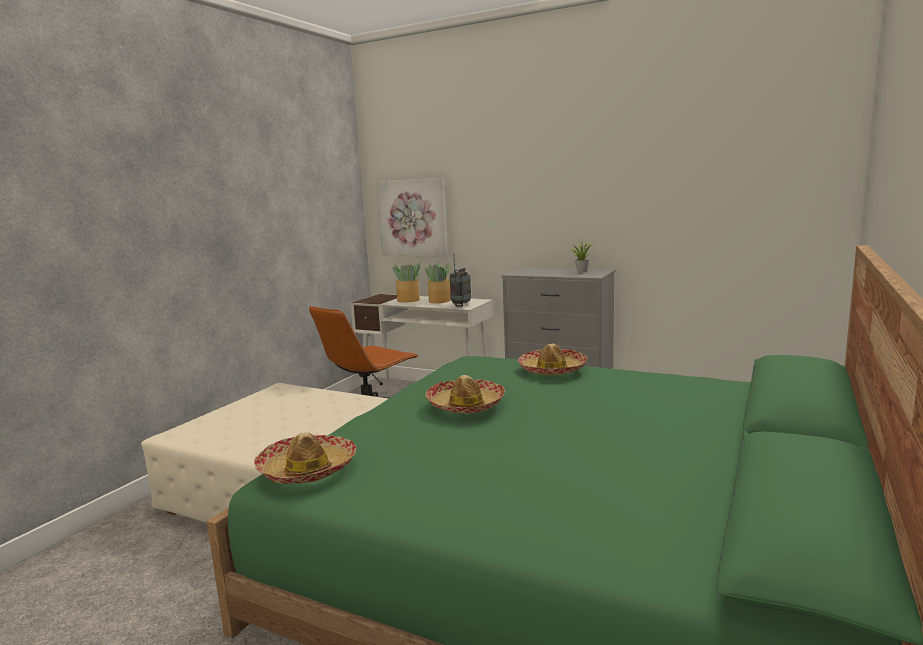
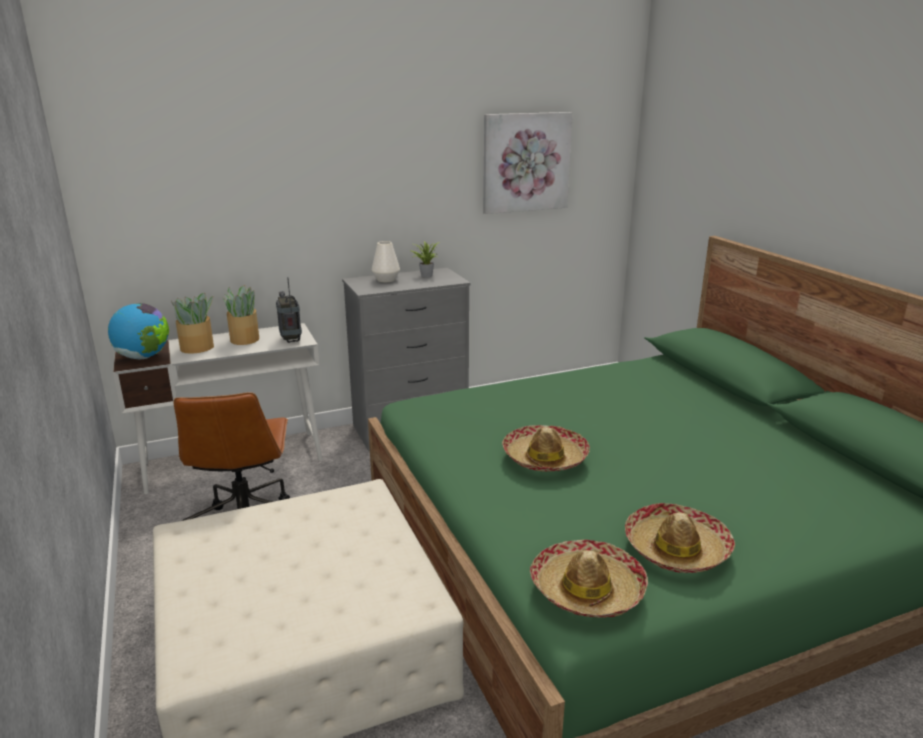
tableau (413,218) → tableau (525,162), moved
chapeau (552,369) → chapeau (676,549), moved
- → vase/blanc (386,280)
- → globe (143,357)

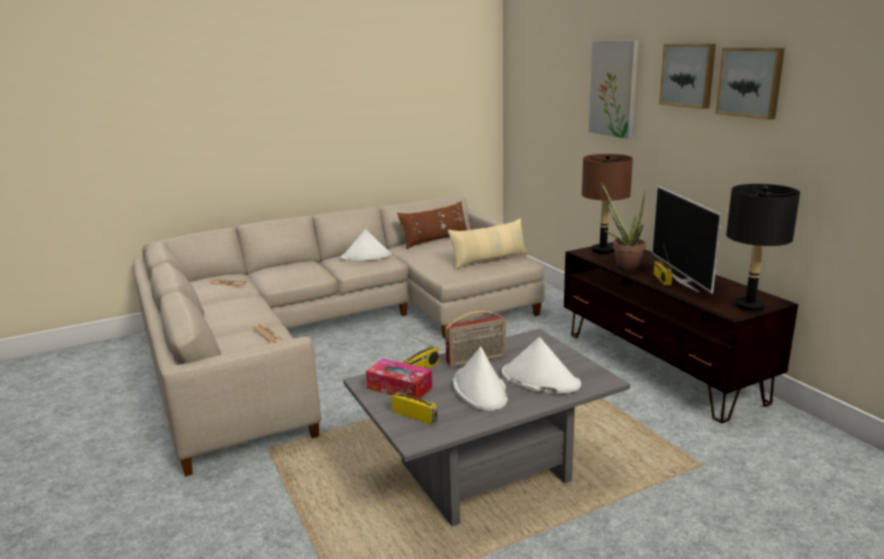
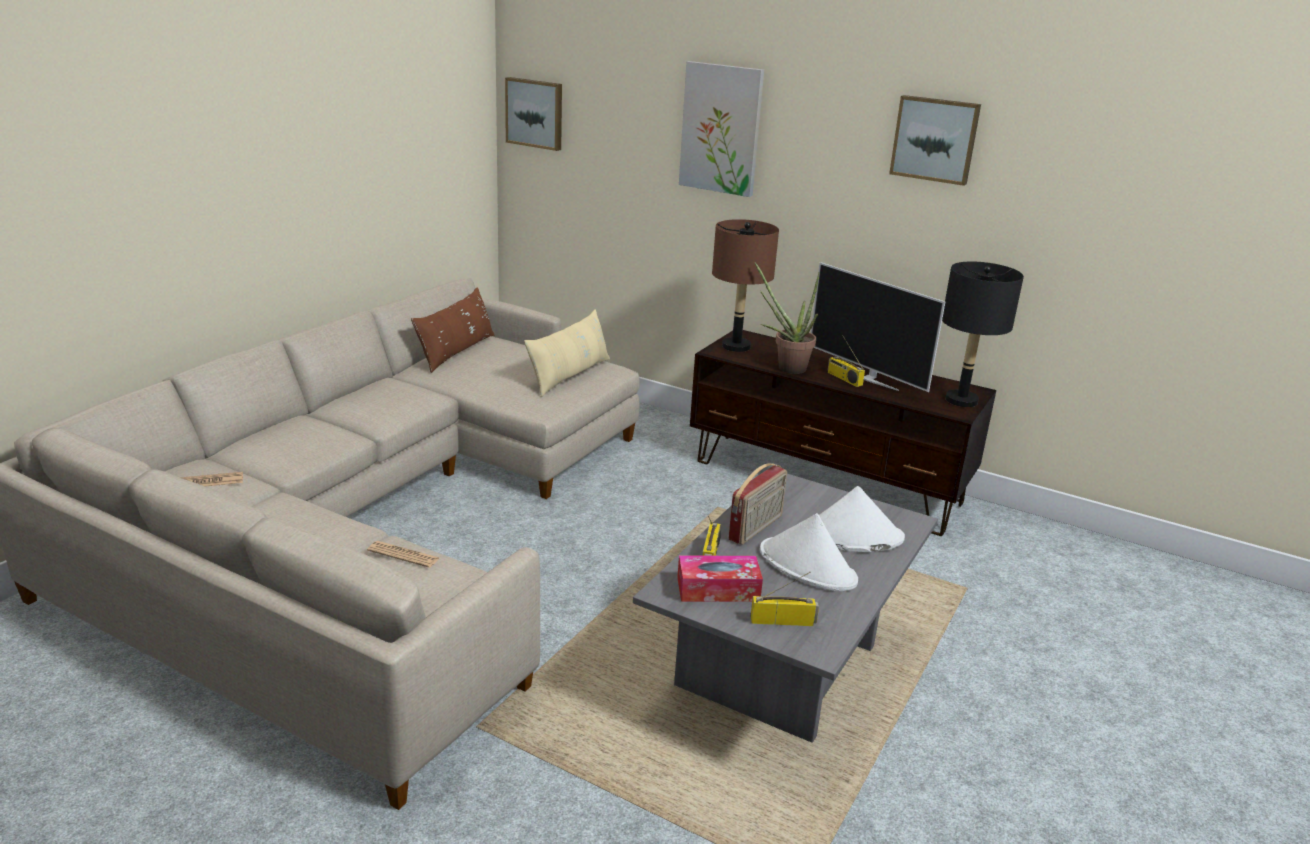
tableau (688,75) → tableau (535,113), moved
chapeau/blanc (366,256) → -

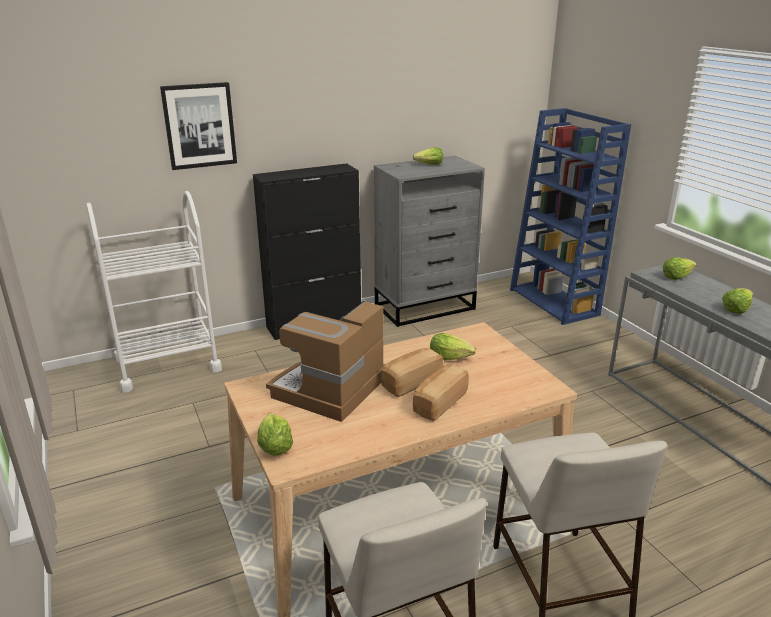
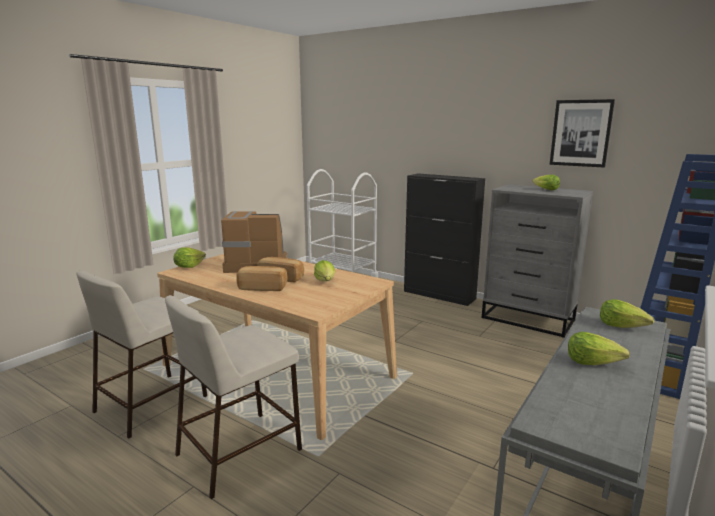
tableau (199,126) → tableau (581,133), moved

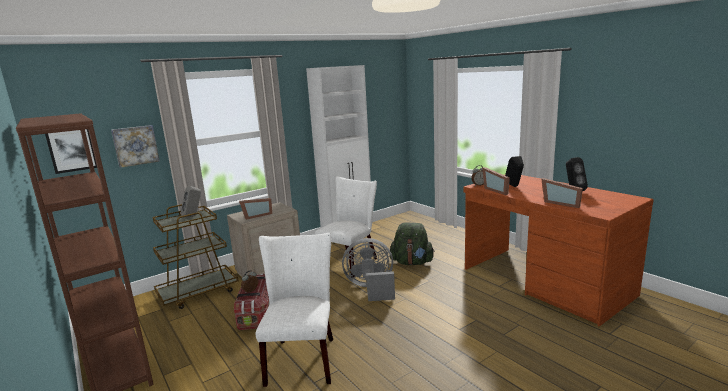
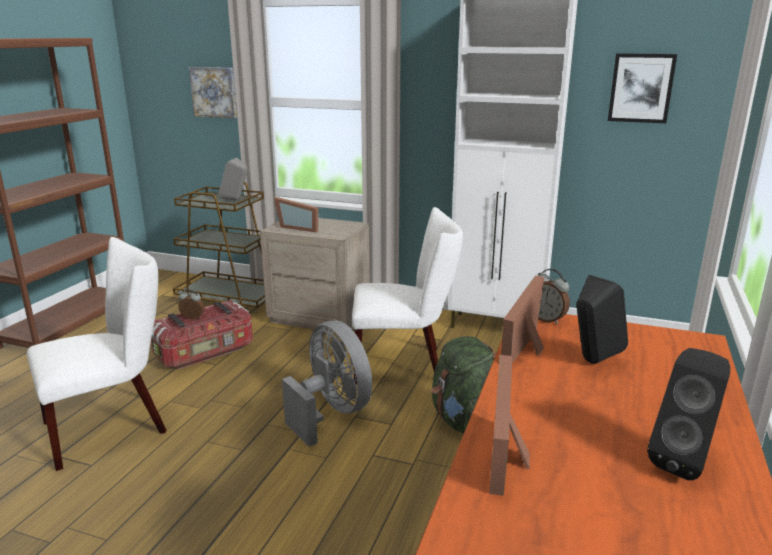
tableau (72,149) → tableau (641,88), moved

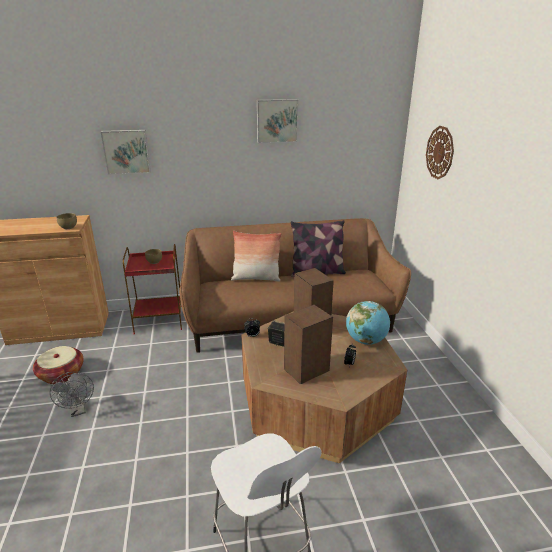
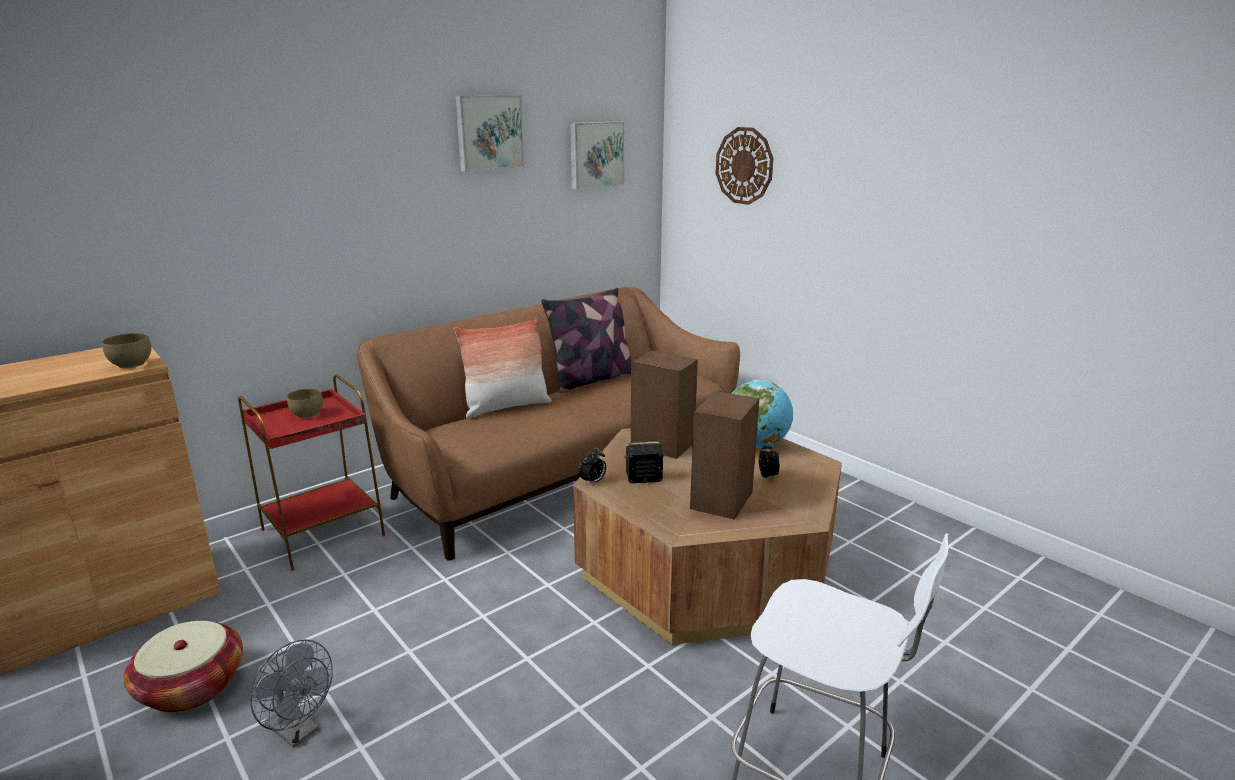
tableau (126,151) → tableau (595,154), moved

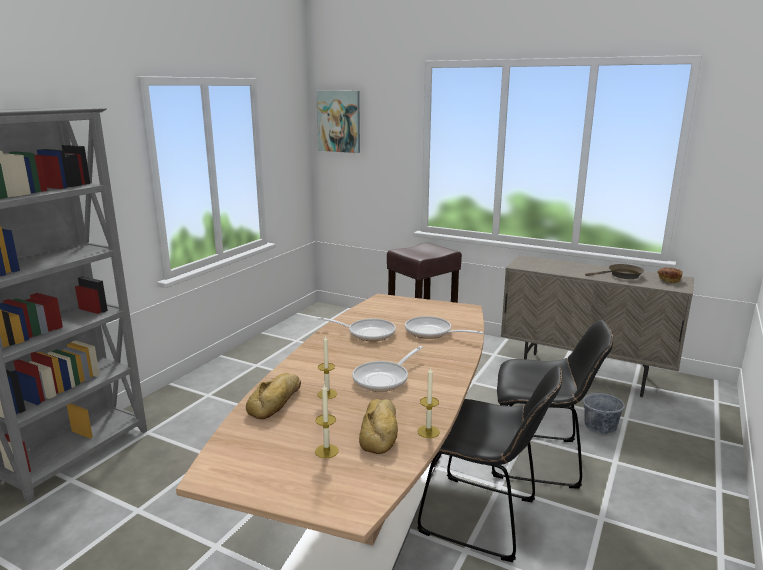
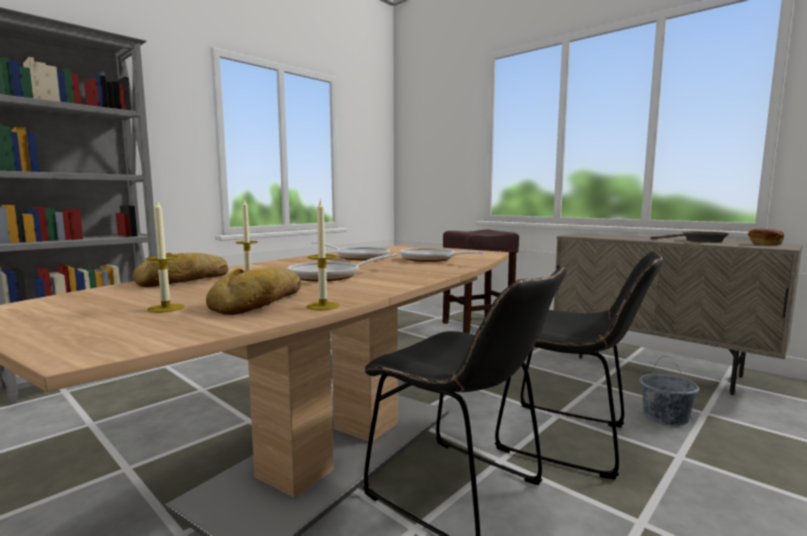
tableau (339,121) → -

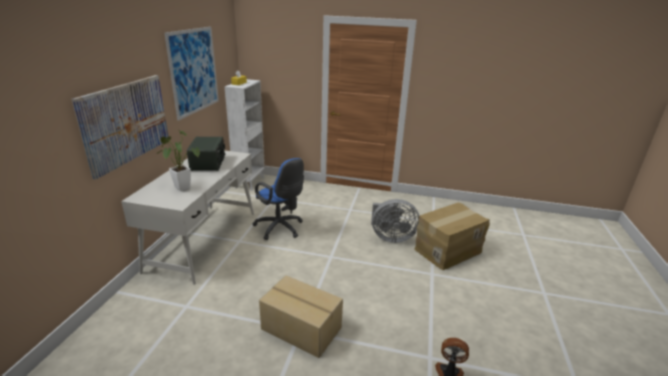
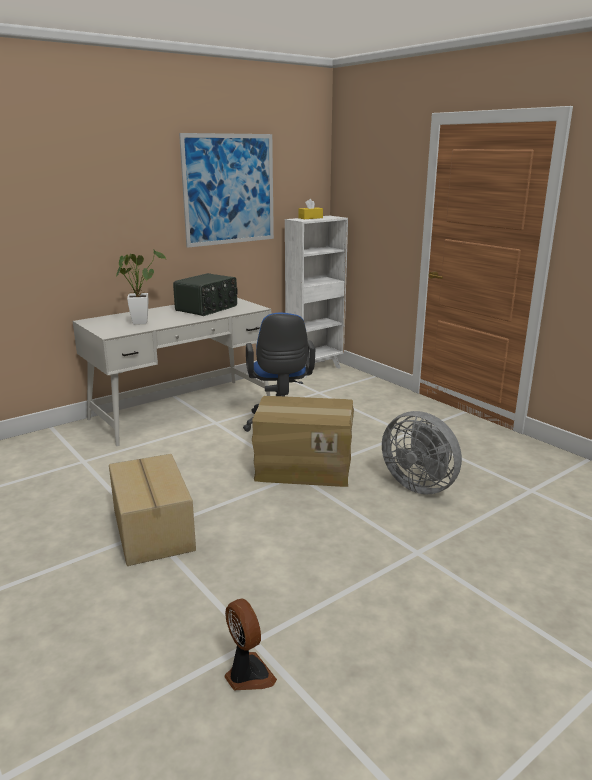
tableau (126,122) → -
carton (447,250) → carton (304,467), moved

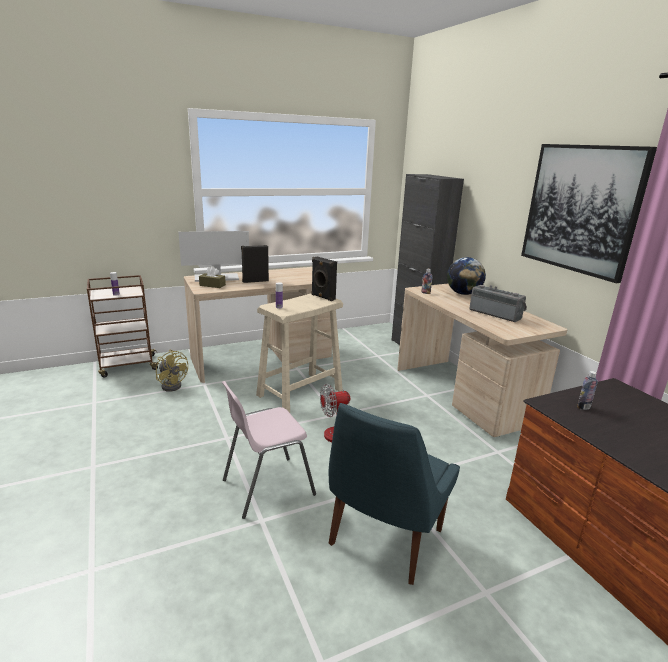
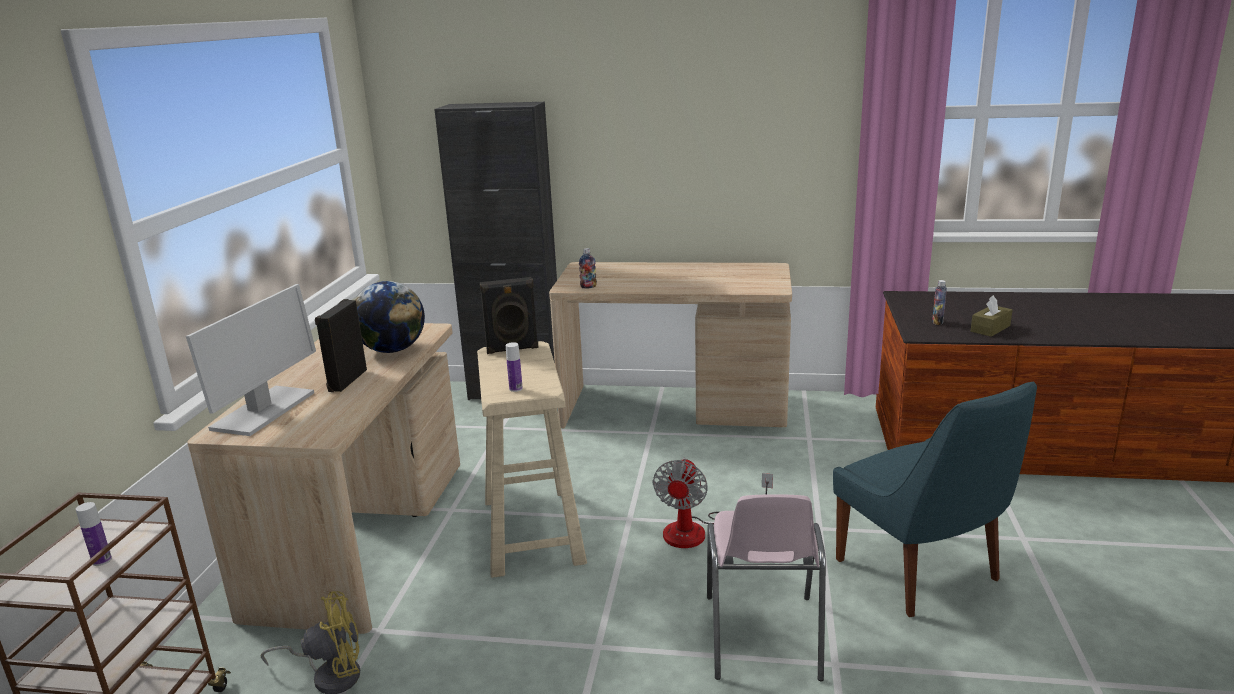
tableau (581,209) → -
globe (463,293) → globe (392,350), moved
boîte à mouchoirs/marron (212,285) → boîte à mouchoirs/marron (990,328), moved
radio (496,314) → -

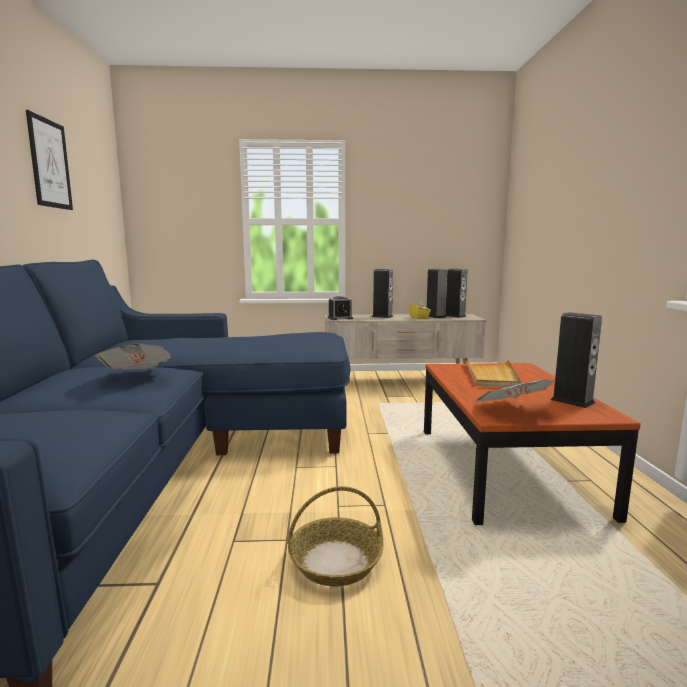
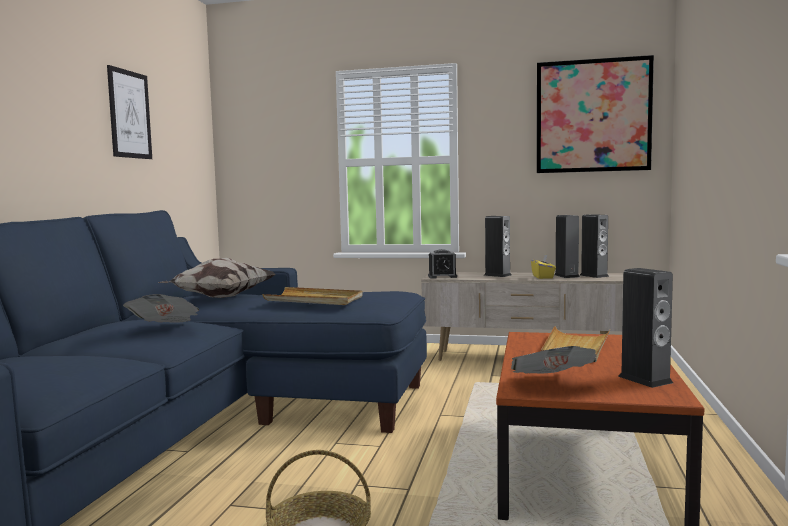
- → tableau (593,116)
- → coussin (219,297)
- → plateau/beige (314,300)

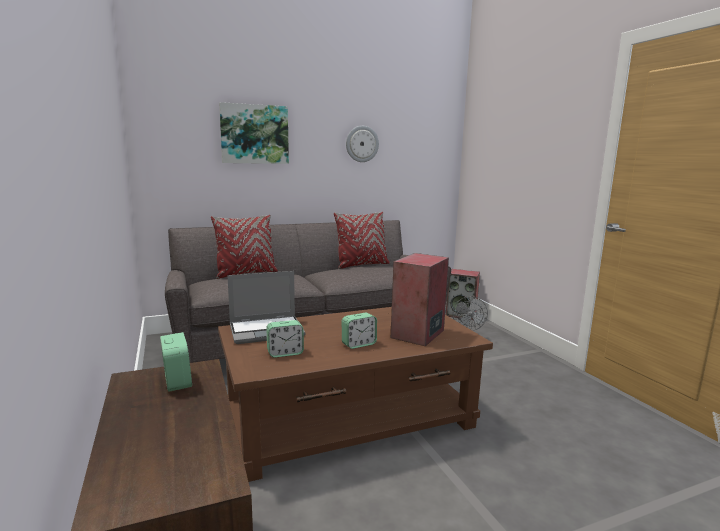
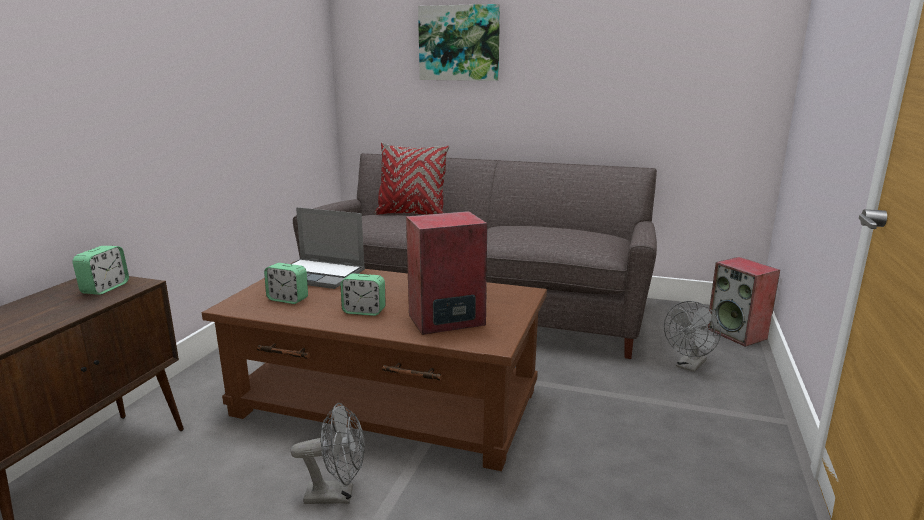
horloge murale (362,144) → -
coussin/rouge (361,265) → -
- → ventilateur/gris (337,495)

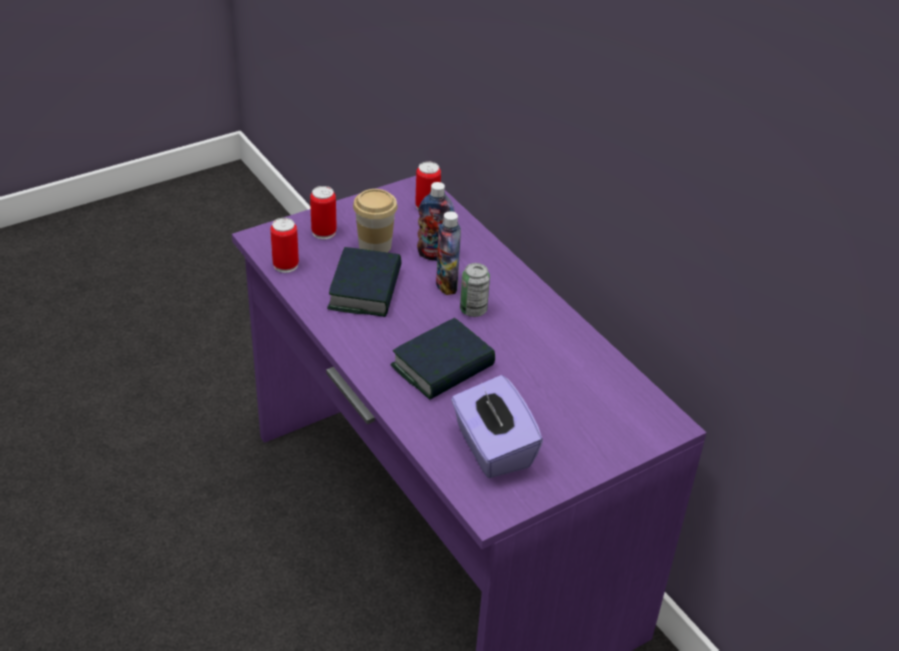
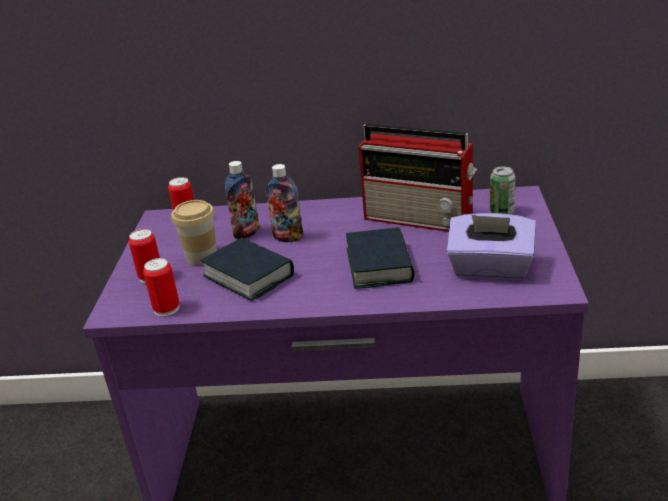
boîte métallique (473,310) → boîte métallique (501,212), moved
- → radio (421,219)

